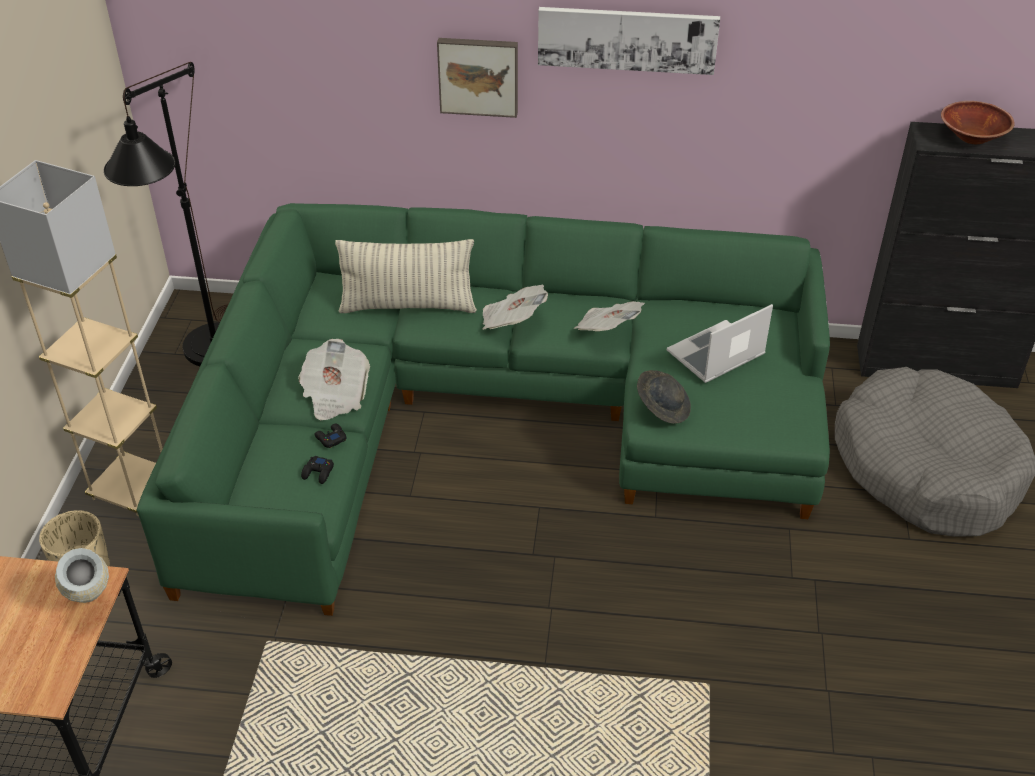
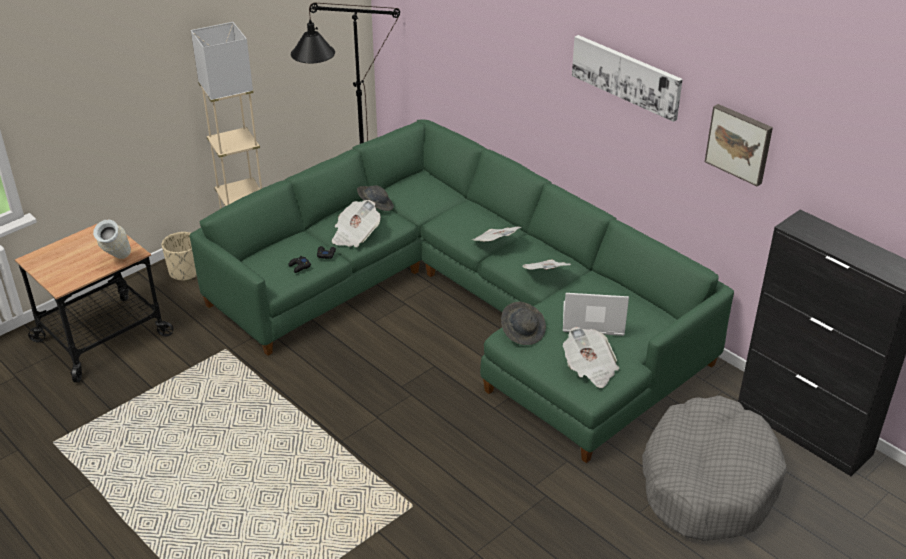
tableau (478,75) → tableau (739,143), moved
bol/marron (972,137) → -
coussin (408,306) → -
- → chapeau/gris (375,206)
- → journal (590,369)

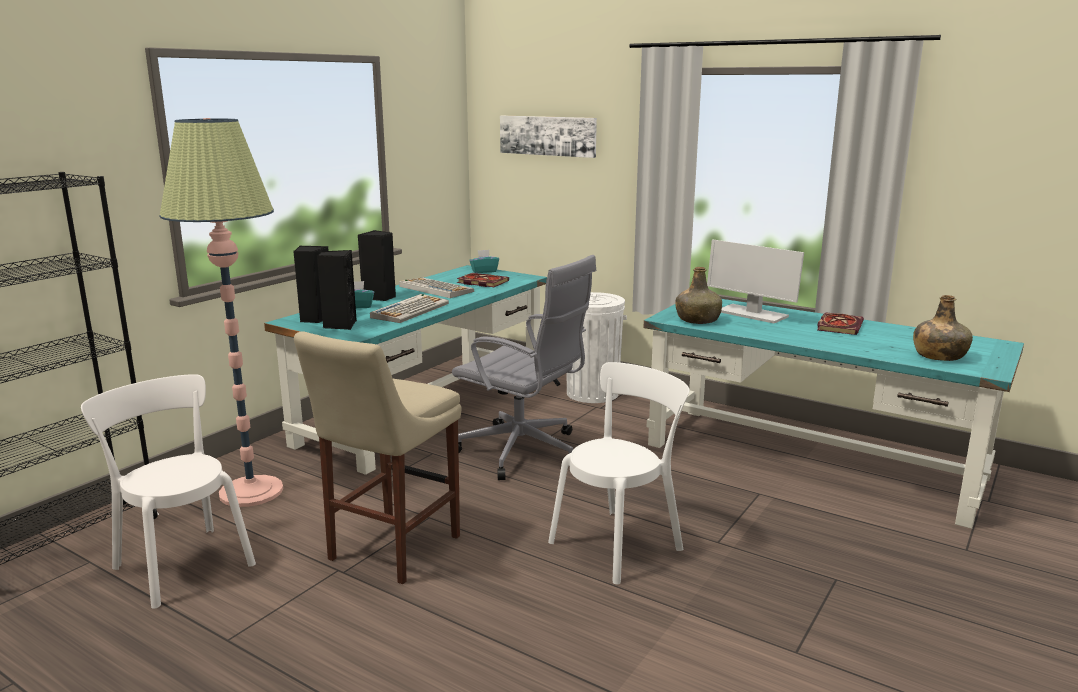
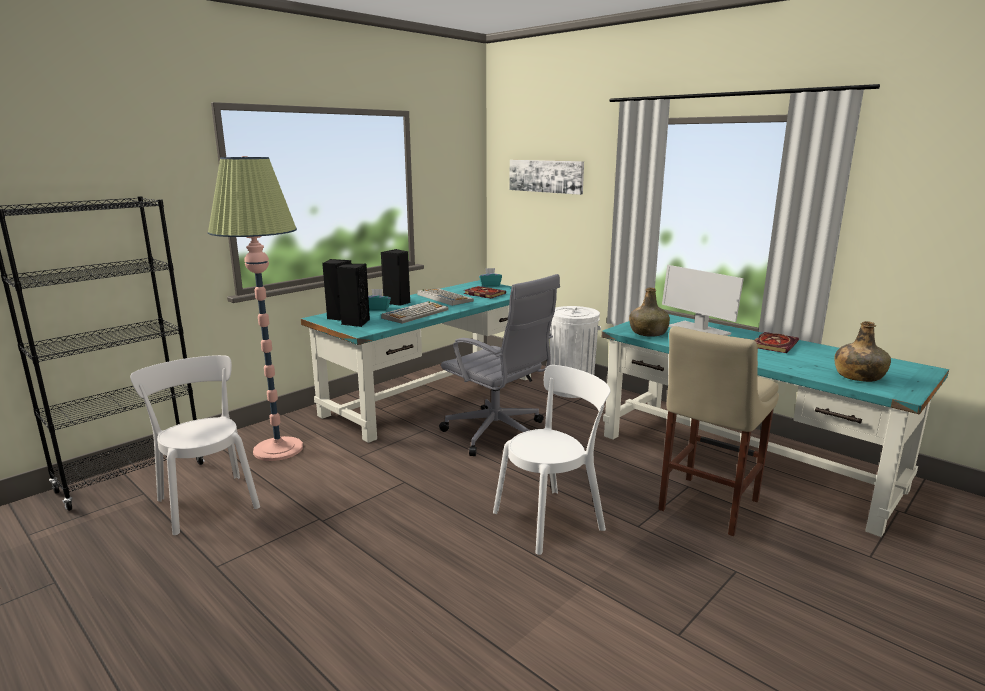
tabouret/beige (390,550) → tabouret/beige (706,507), moved

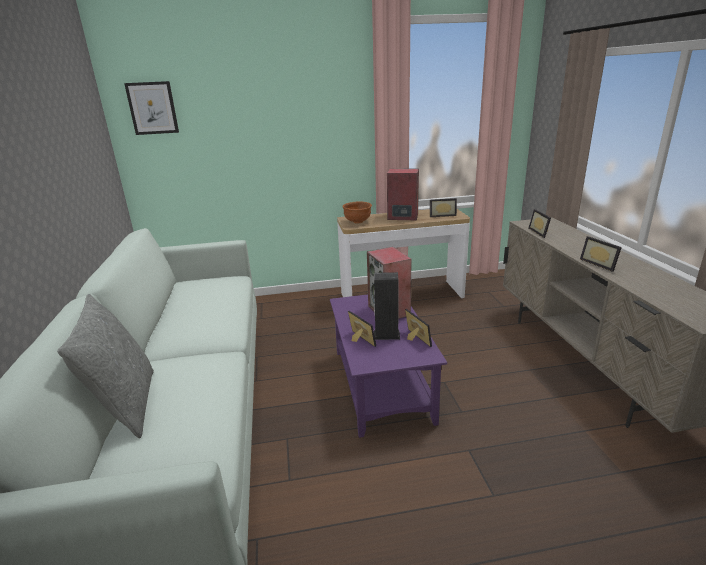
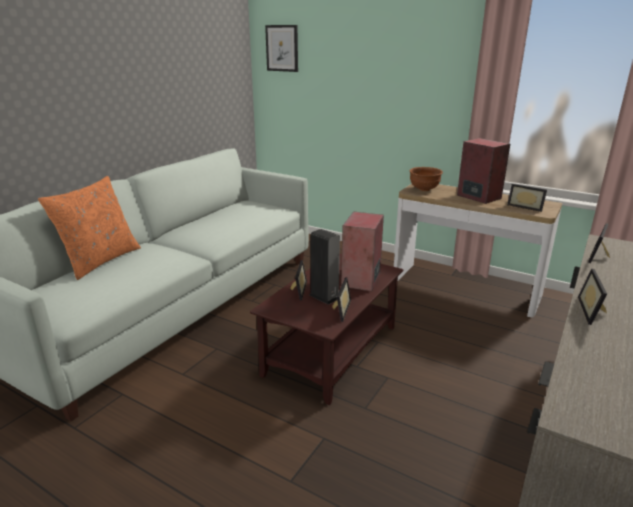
coussin/gris (126,405) → coussin/orange (100,261)
table basse/violet (380,384) → table basse/marron (332,349)

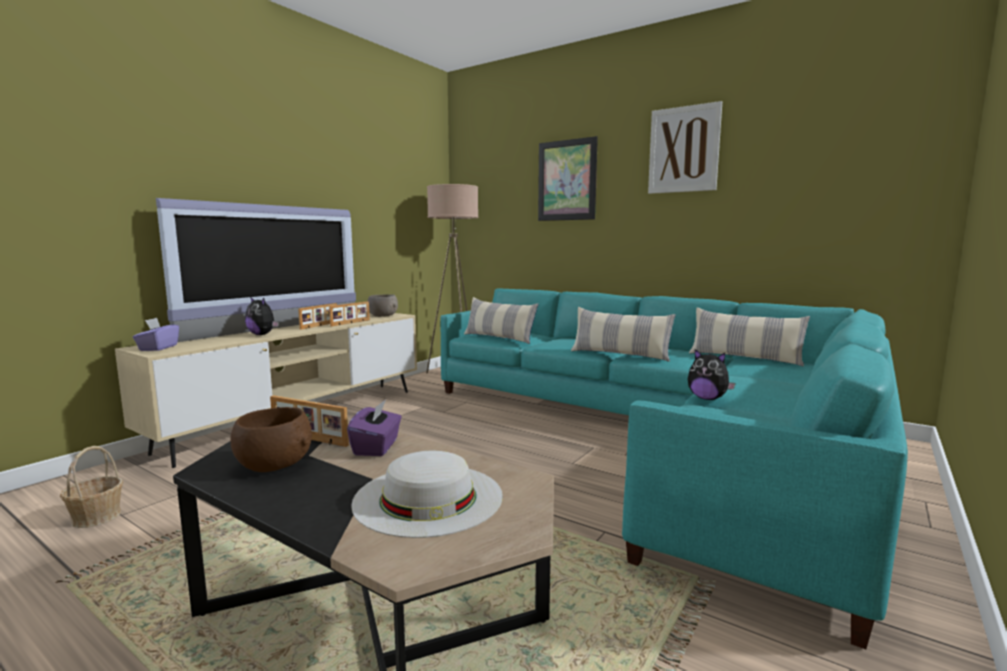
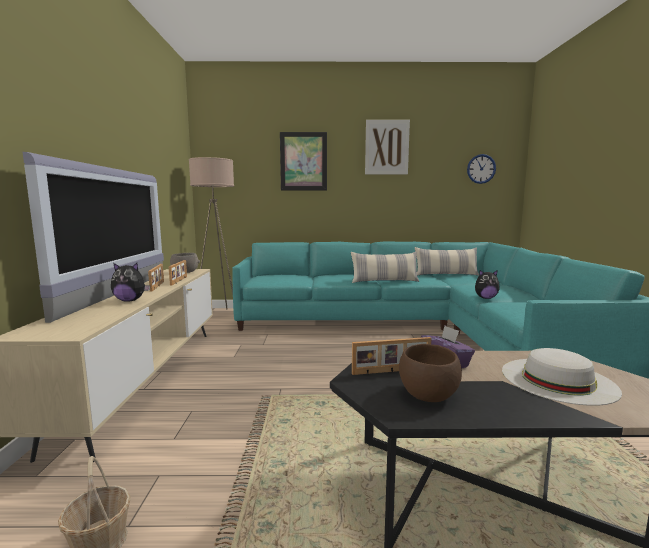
coussin (499,338) → -
boîte à mouchoirs/violet (158,348) → -
- → horloge murale (481,169)

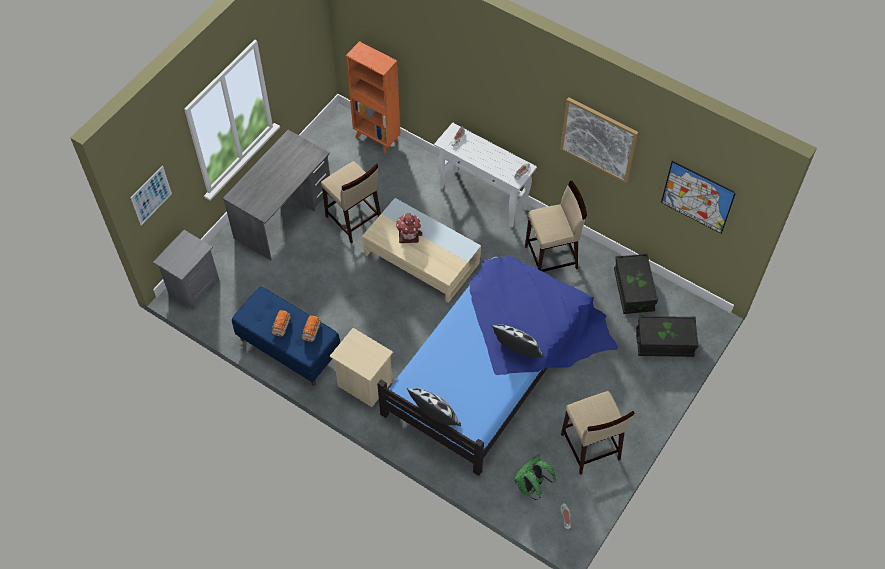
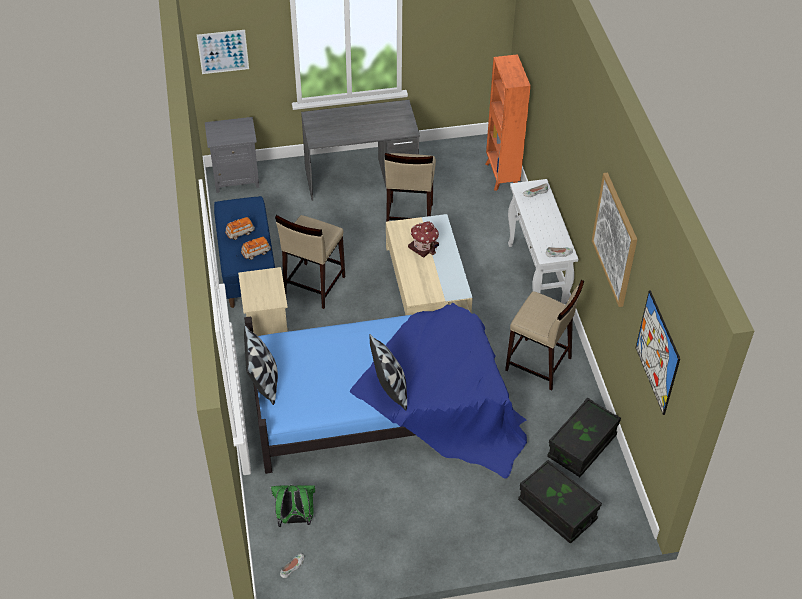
tabouret/beige (590,447) → tabouret/beige (313,285), moved

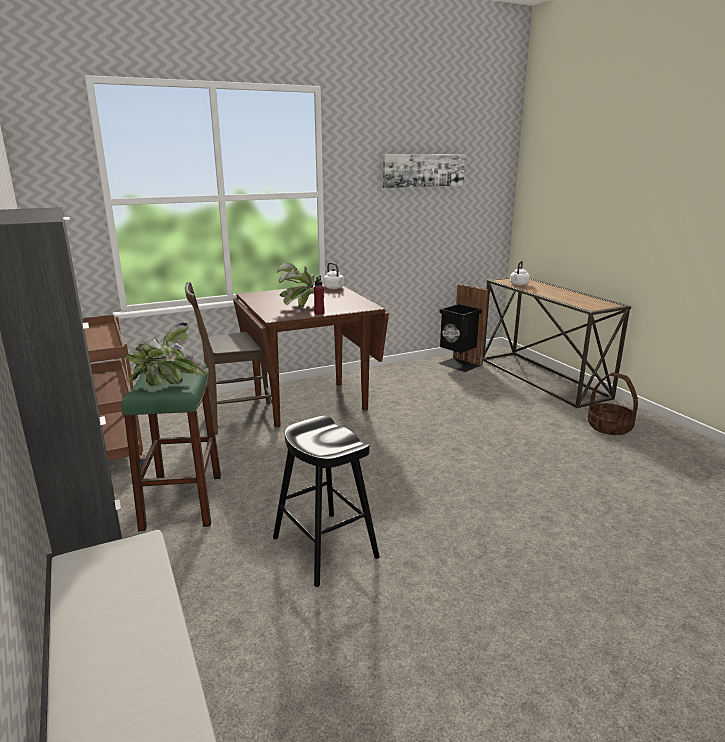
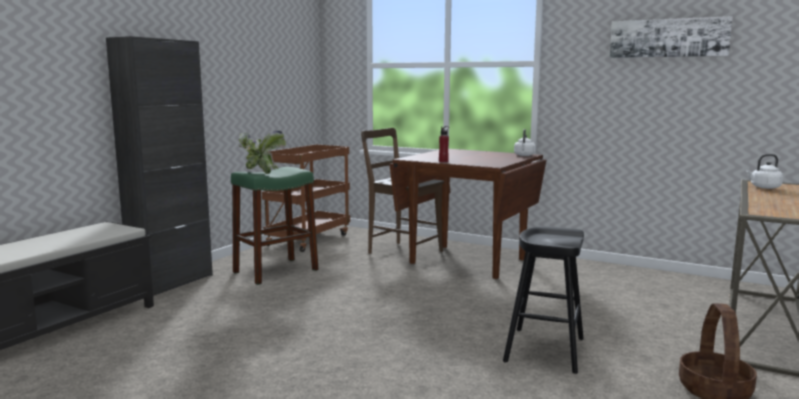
plante en pot (301,305) → -
poubelle/noir (459,364) → -
tabouret/noir (325,548) → tabouret/noir (544,350), moved

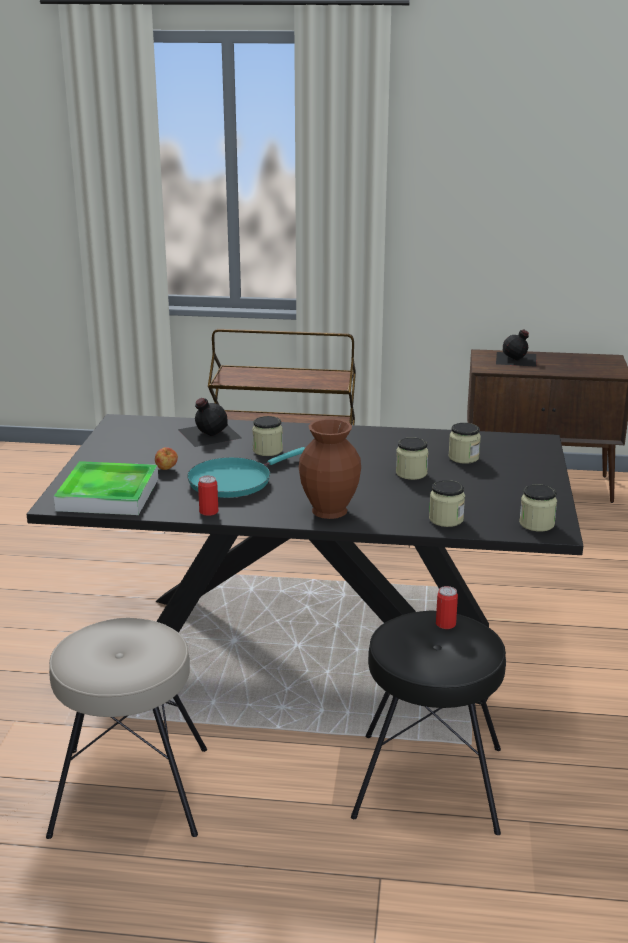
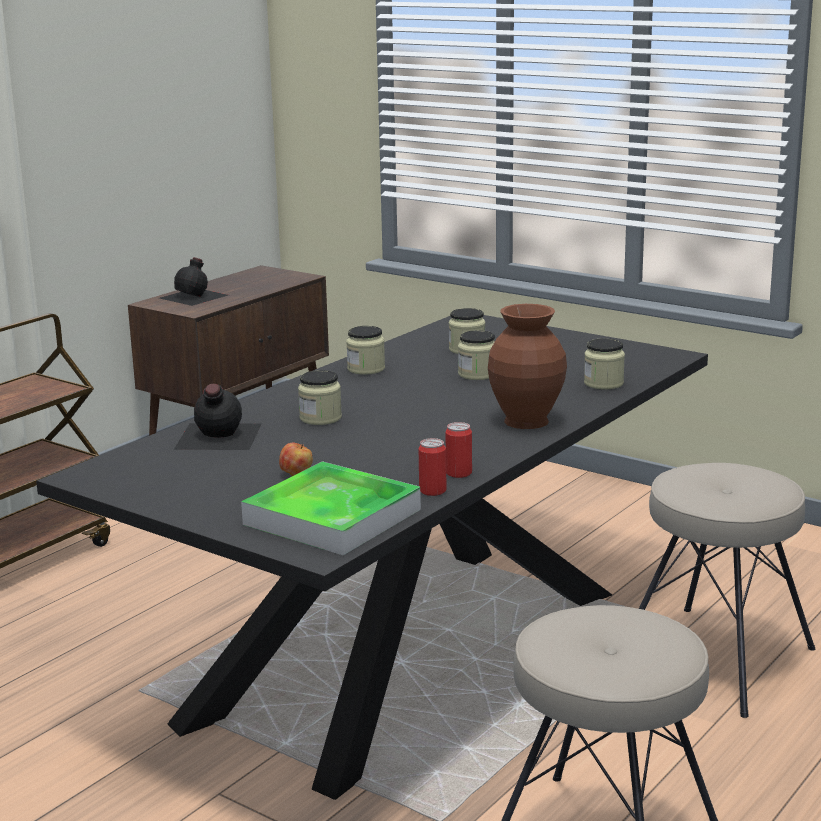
poêle/turquoise (234,481) → -
bocal (536,524) → bocal (366,369), moved
boîte métallique (445,624) → boîte métallique (432,491), moved
tabouret/noir (429,783) → tabouret/beige (716,660)

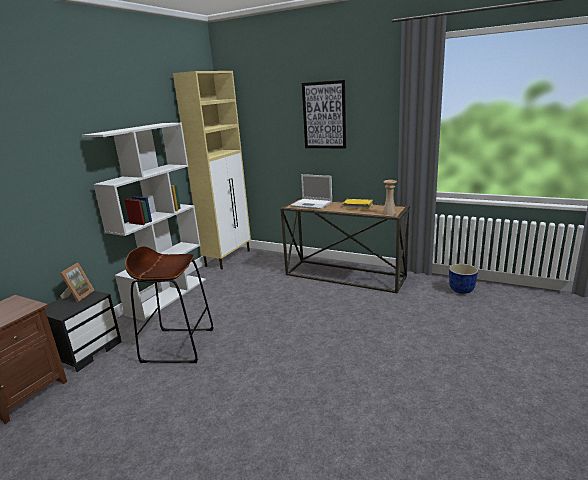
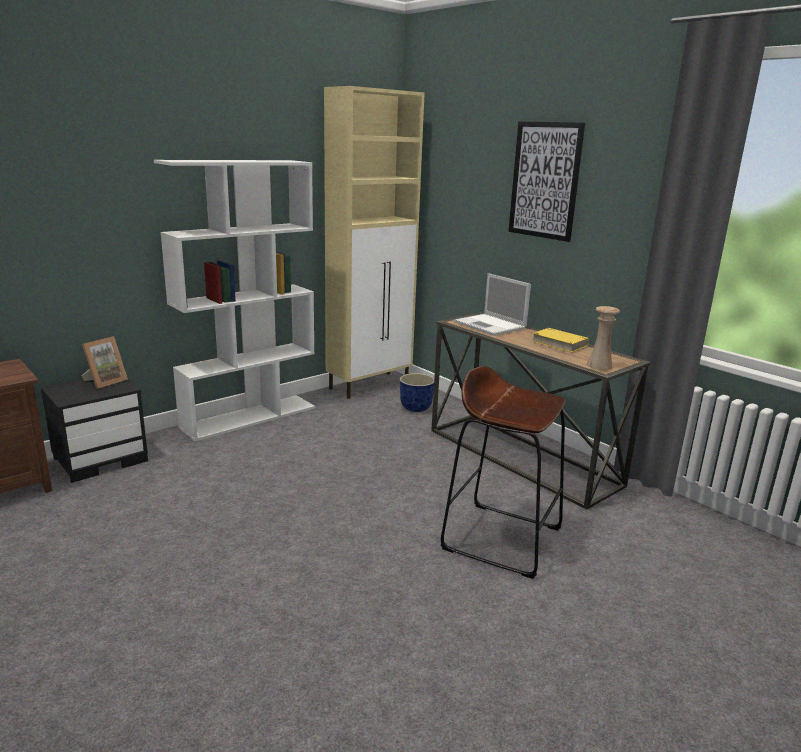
tabouret/marron (178,345) → tabouret/marron (501,538), moved
cache-pot (461,290) → cache-pot (415,408), moved

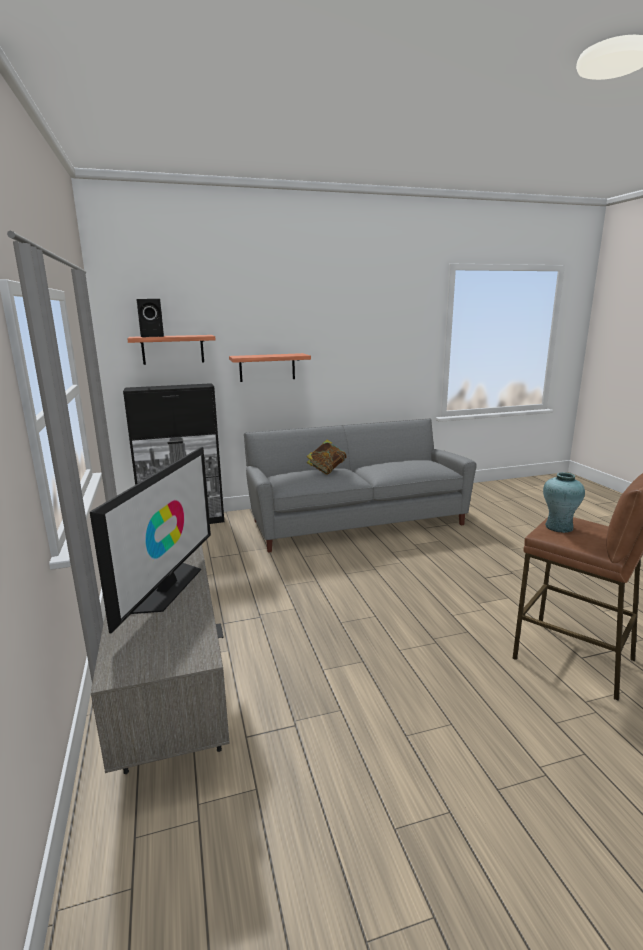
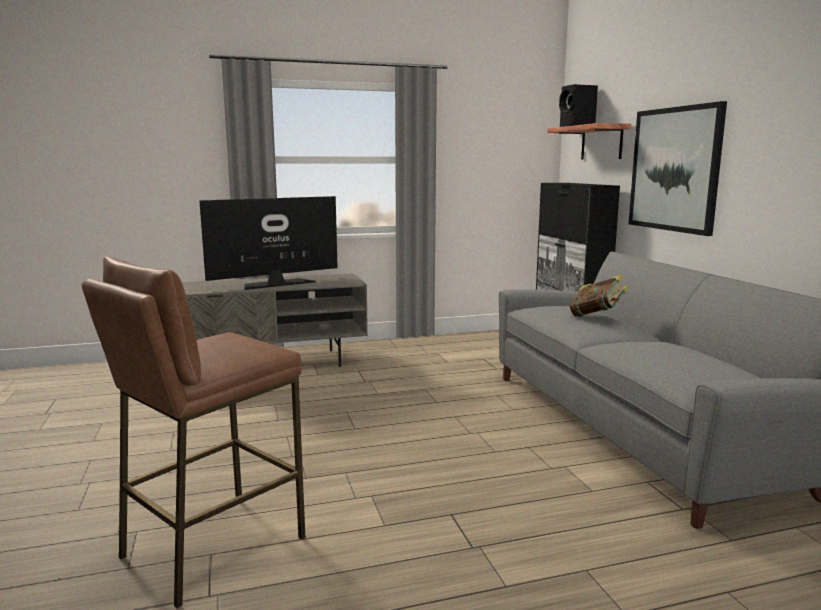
étagère (267,367) → tableau (674,169)
téléviseur (167,587) → téléviseur (276,283), 135 degrees clockwise
vase/turquoise (558,527) → -

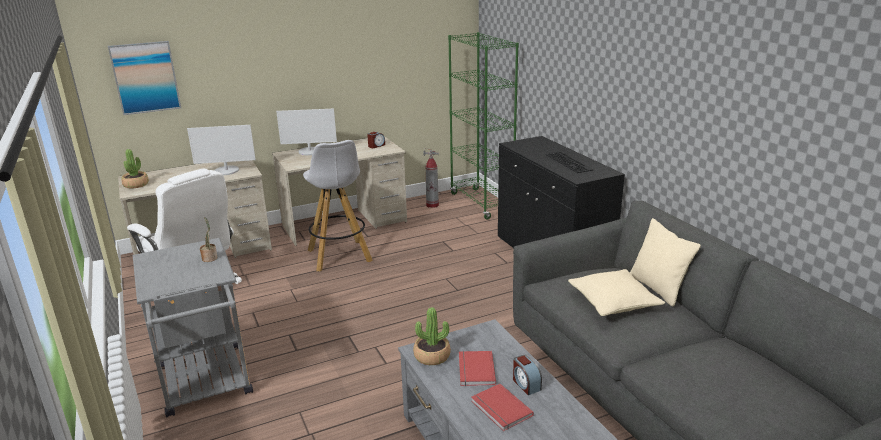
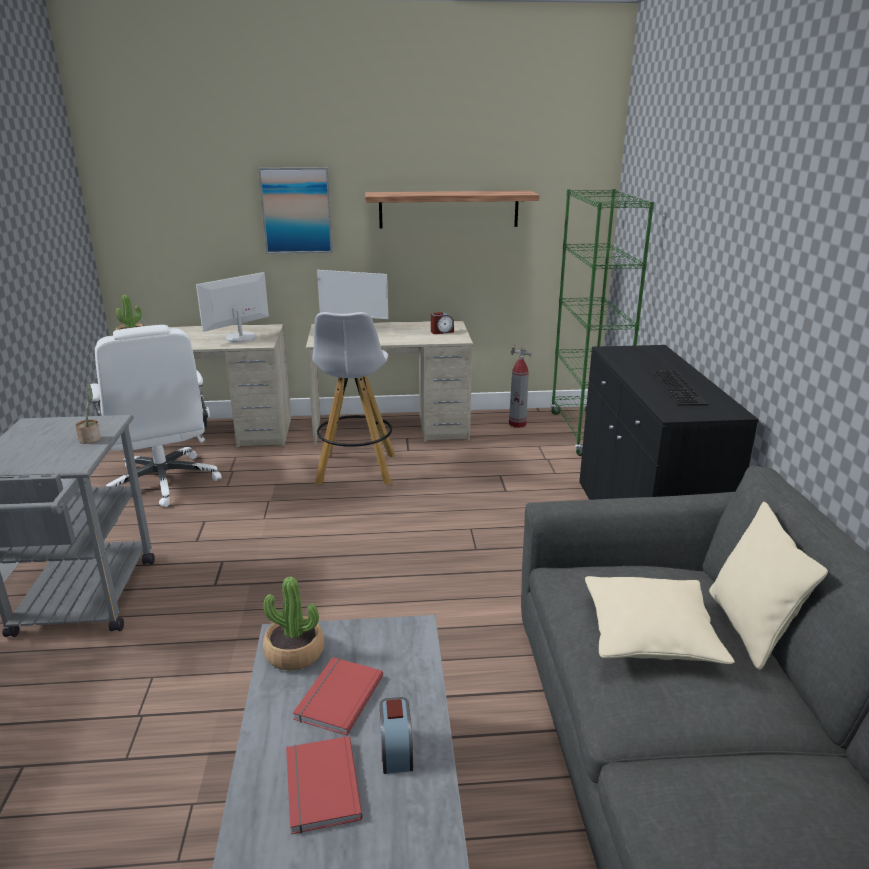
tableau (145,77) → tableau (296,210), moved
écran d'ordinateur (226,171) → écran d'ordinateur (240,337), 120 degrees clockwise
- → étagère (449,209)

